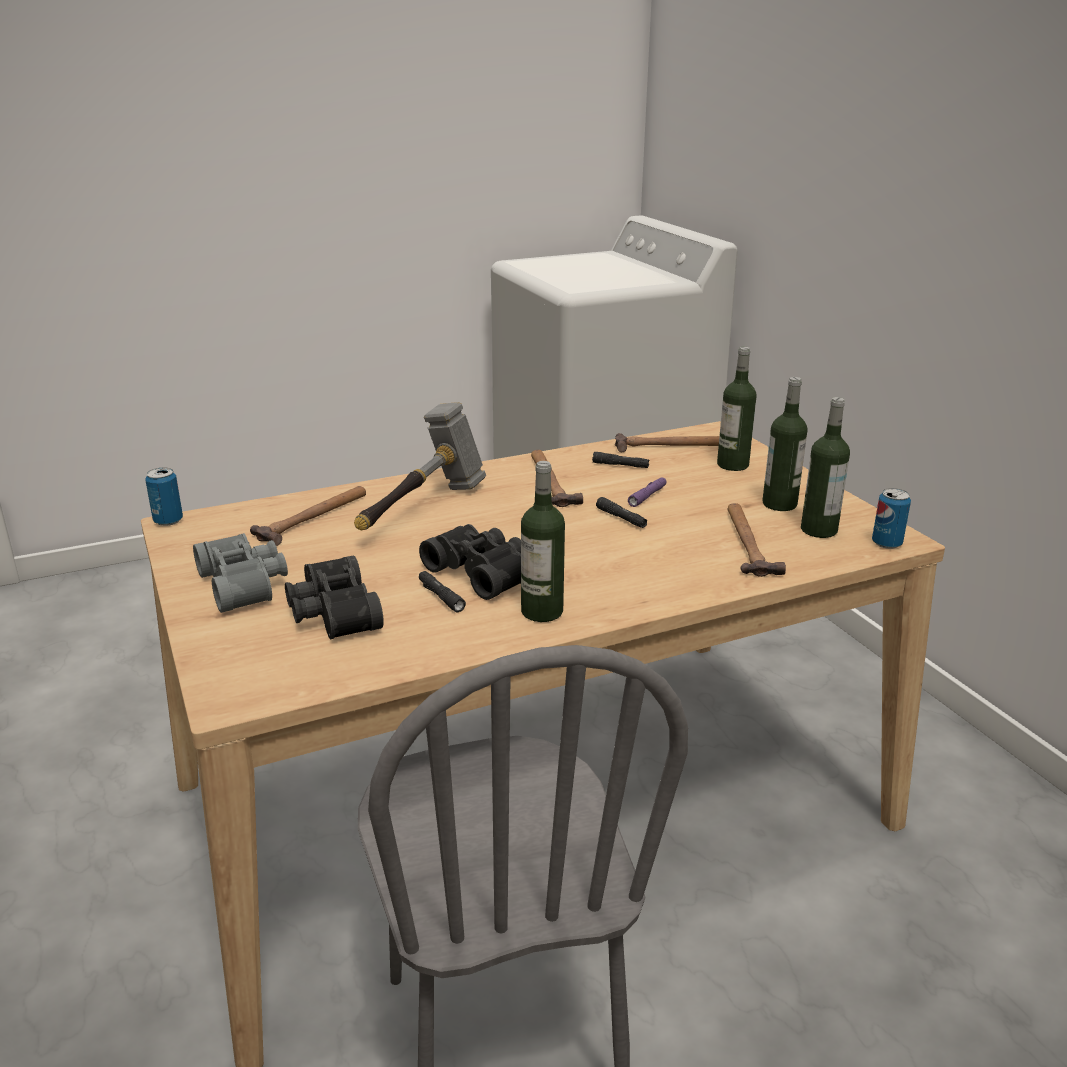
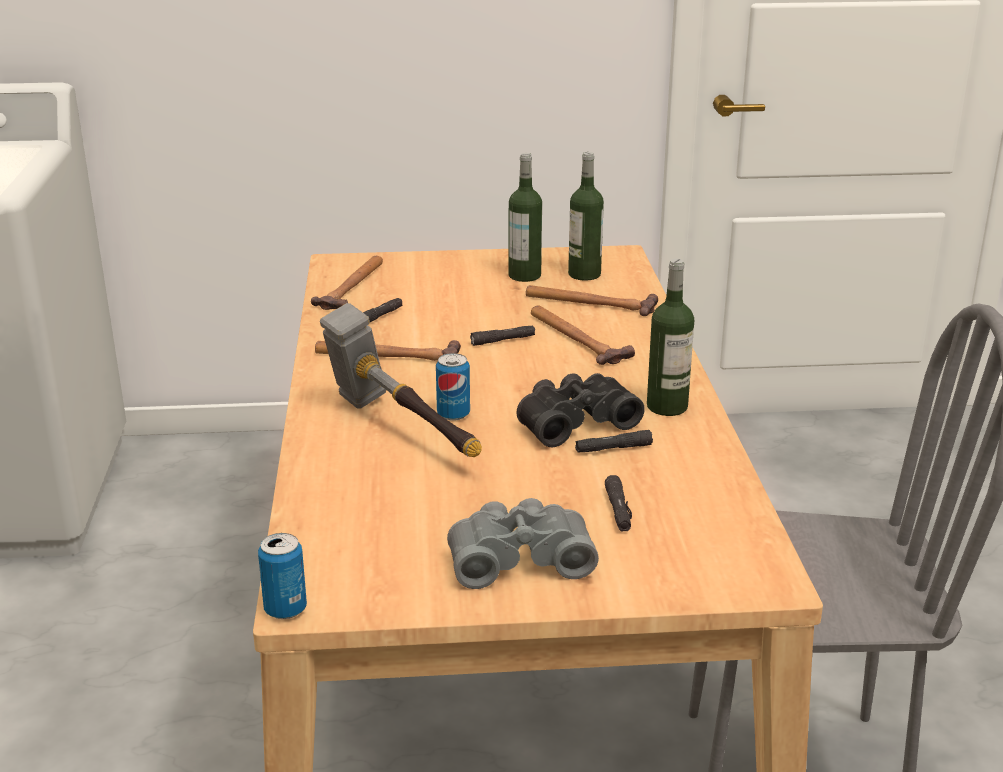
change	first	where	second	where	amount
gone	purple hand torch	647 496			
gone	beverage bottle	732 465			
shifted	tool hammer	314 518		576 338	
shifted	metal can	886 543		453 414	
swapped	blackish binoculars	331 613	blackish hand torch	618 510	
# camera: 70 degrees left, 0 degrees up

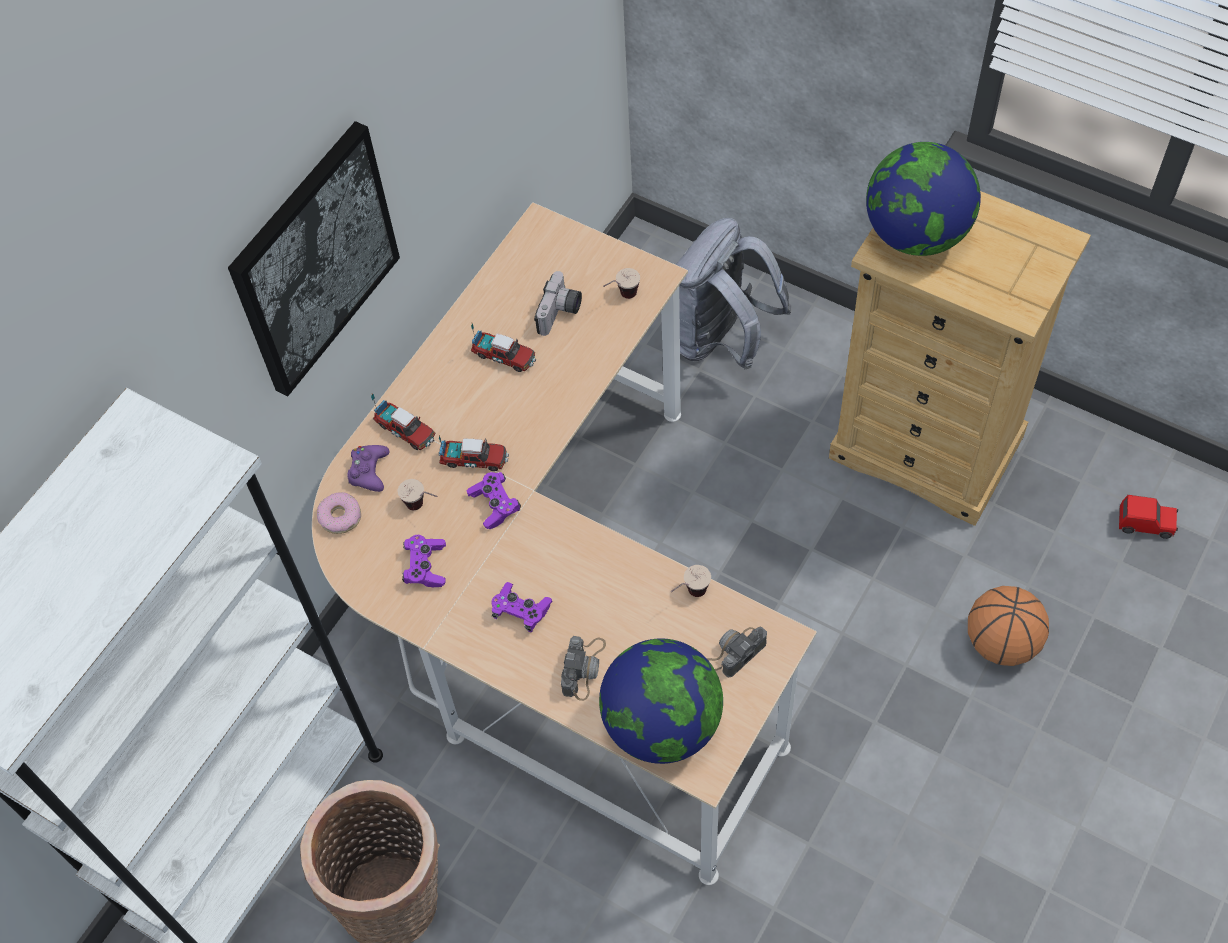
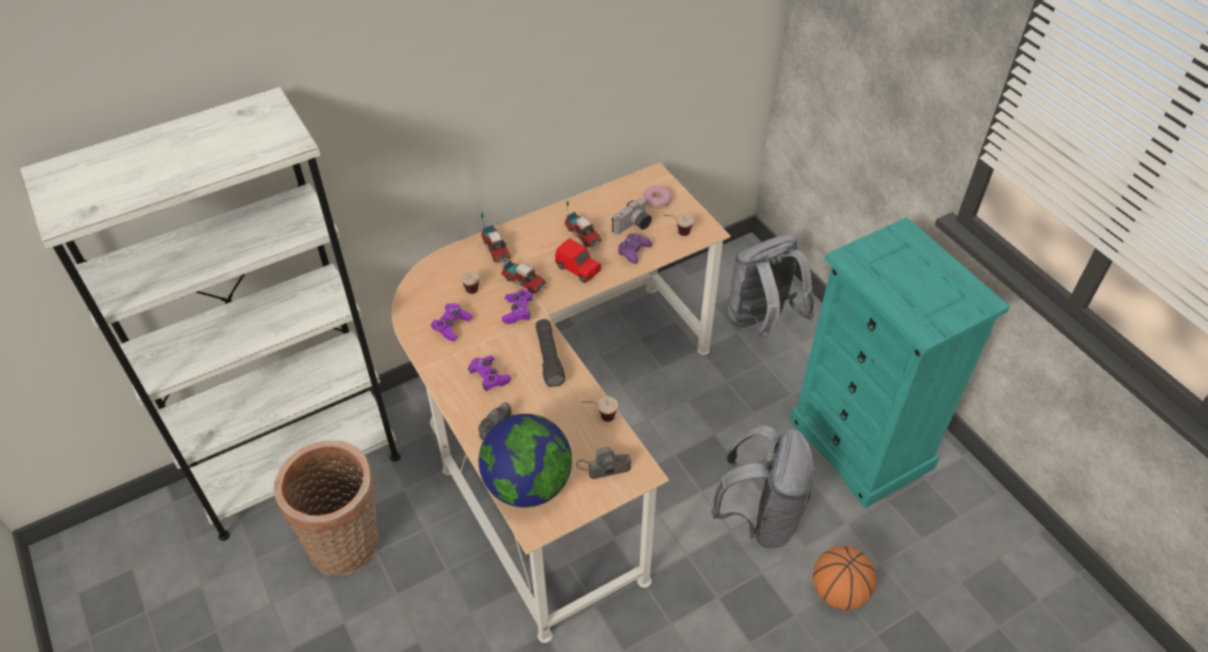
change	first	where	second	where	amount
gone	wall art	314 259			
gone	world globe	916 234			
new			blackish hand torch	549 358	
new			greyish knapsack	761 517	
shifted	ring doughnut	340 517		657 200	
shifted	purple joypad	369 471		633 251	
shifted	reddish toy car	1145 524		578 269	
repainted	beige chest of drawers	927 447	turquoise-coloured chest of drawers	861 444	
# camera: 25 degrees right, 10 degrees down

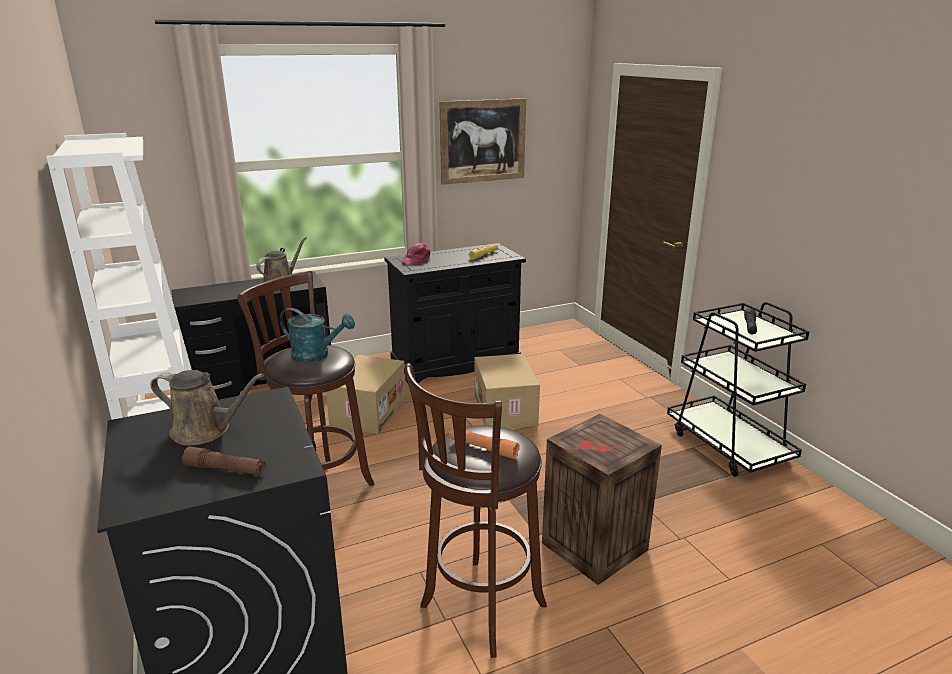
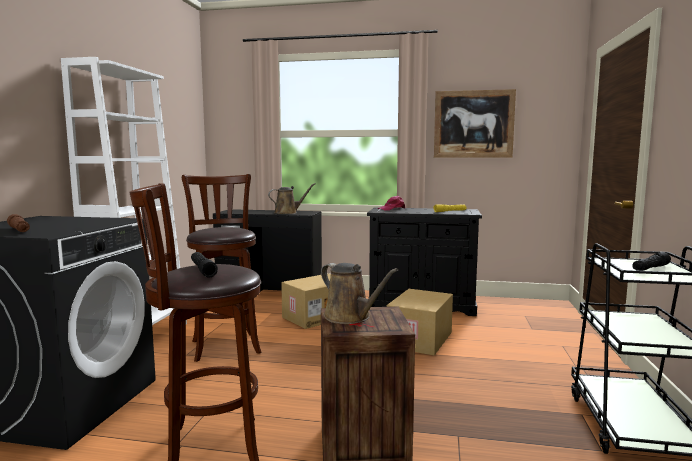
change	first	where	second	where	amount
gone	turquoise-coloured watering can	317 356			
shifted	brown-coloured watering can	205 431		350 317	
repainted	orange hand torch	483 448	blackish hand torch	203 270	
# camera: 35 degrees right, 15 degrees down

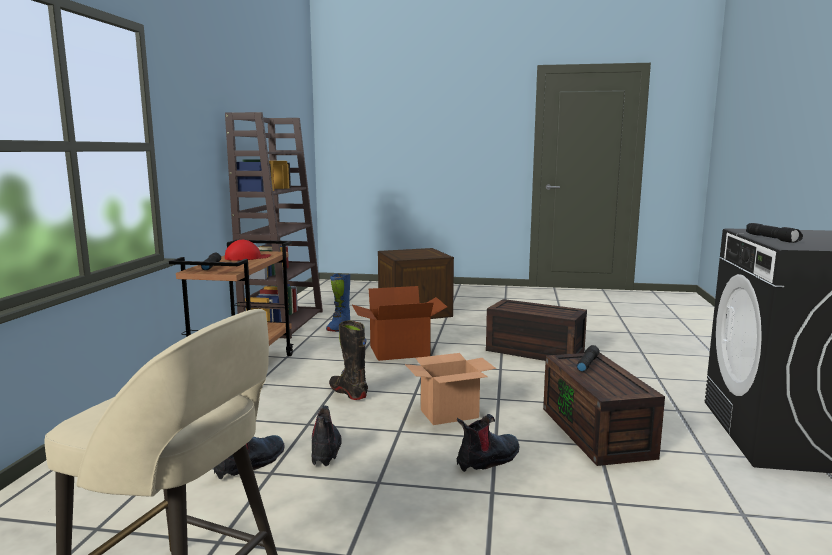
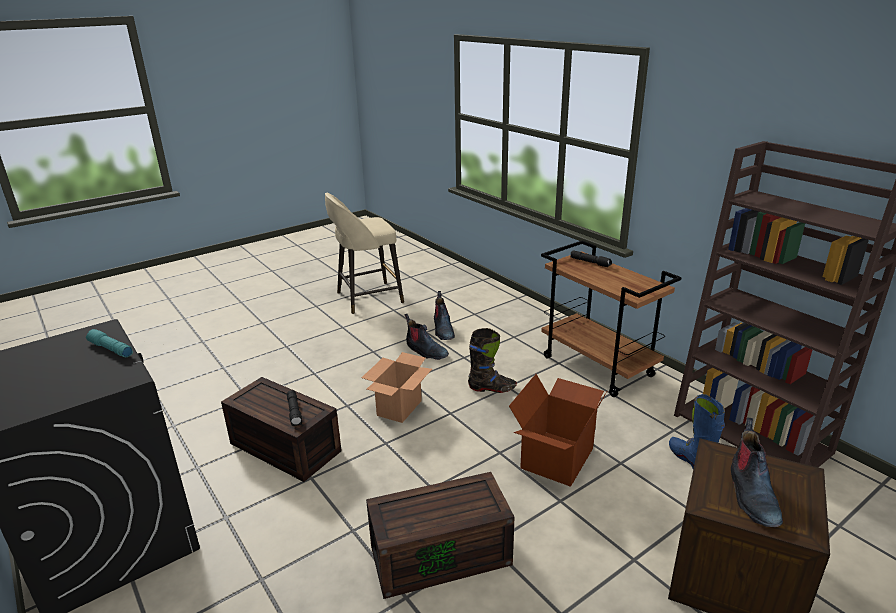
change	first	where	second	where	amount
gone	reddish peaked cap	247 257			
shifted	tall boot	488 460		751 495	
repainted	blackish hand torch	772 239	turquoise-coloured hand torch	110 349	
# camera: 135 degrees right, 15 degrees up

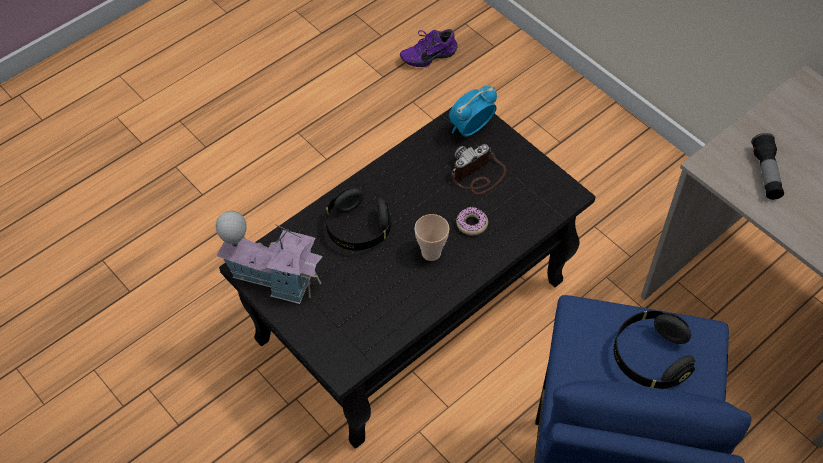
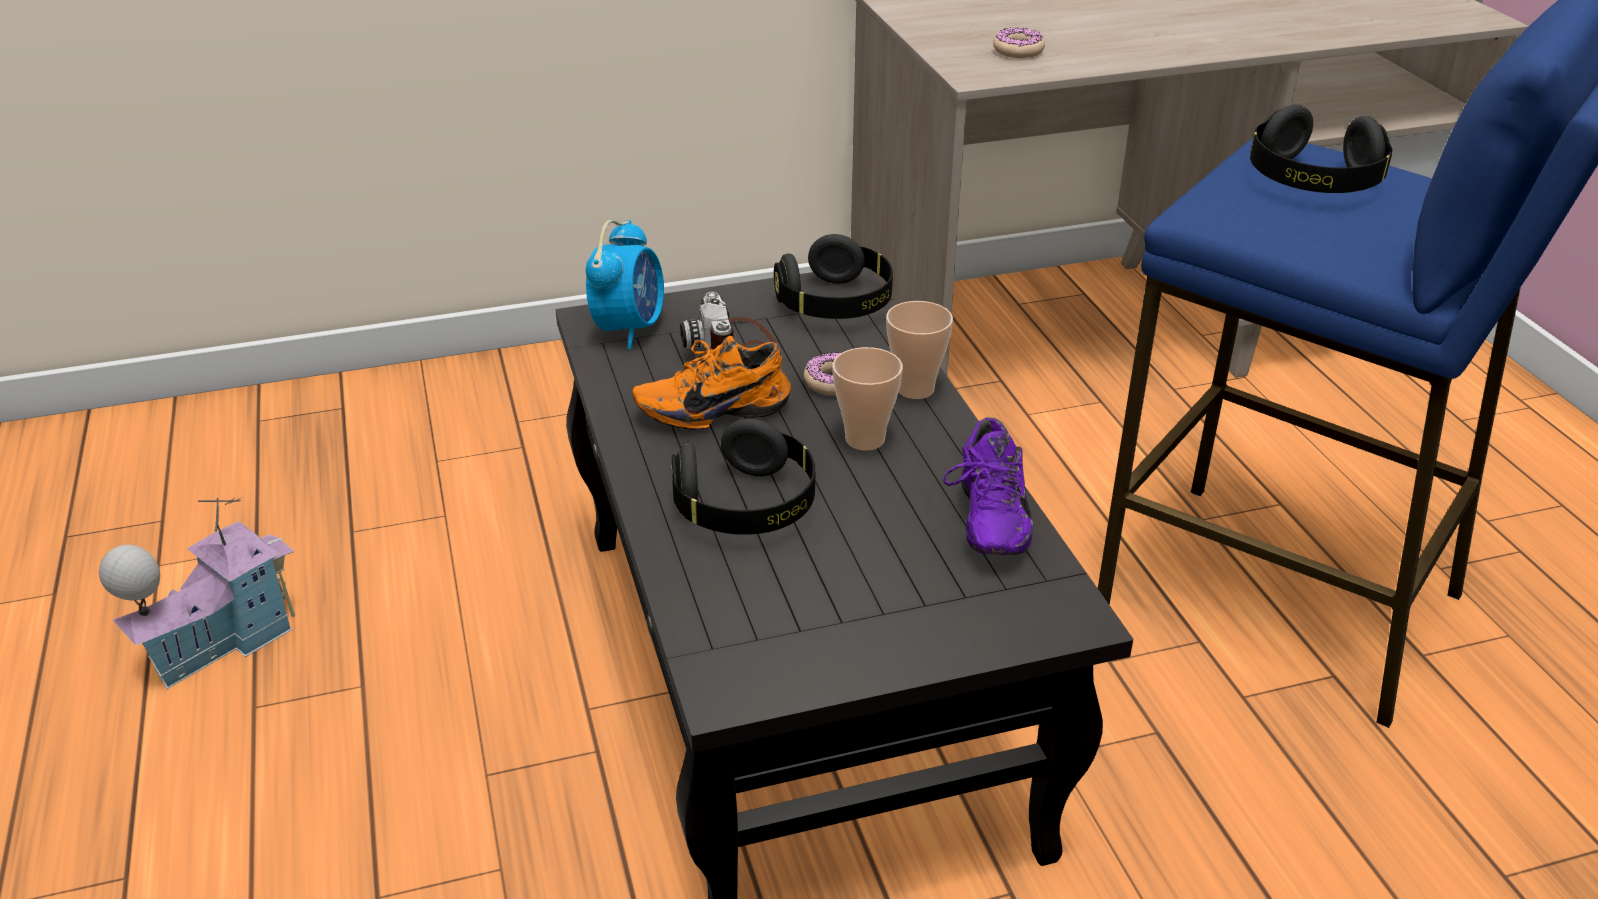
change	first	where	second	where	amount
new			orange shoe	712 409	
new			blackish headset	835 304	
new			cup	915 389	
shifted	model house	275 278		221 642	
shifted	purple shoe	428 55		985 520	
swapped	hand torch	765 173	ring doughnut	1018 51	
rotated	bedside clock	470 128		630 328	150 degrees counterclockwise
# camera: 65 degrees left, 20 degrees down

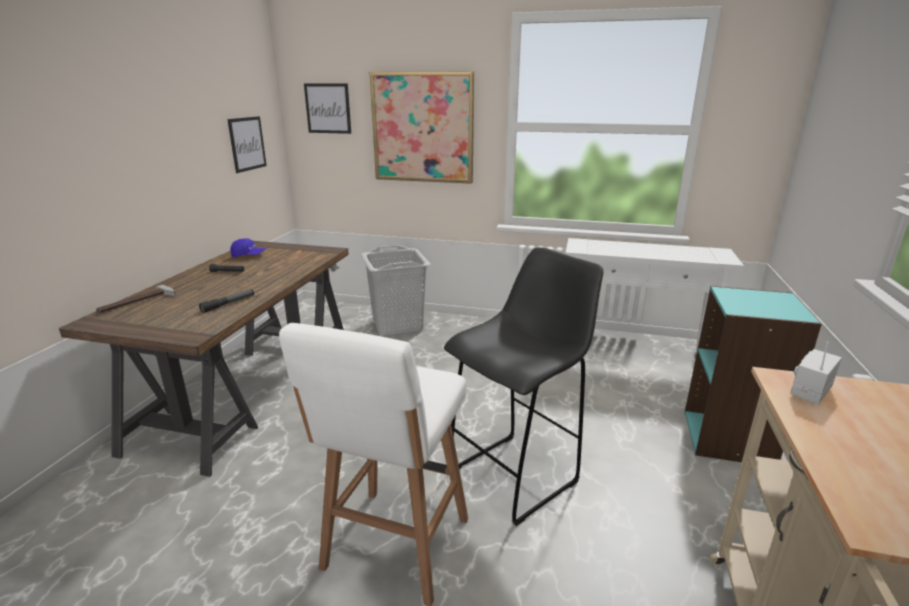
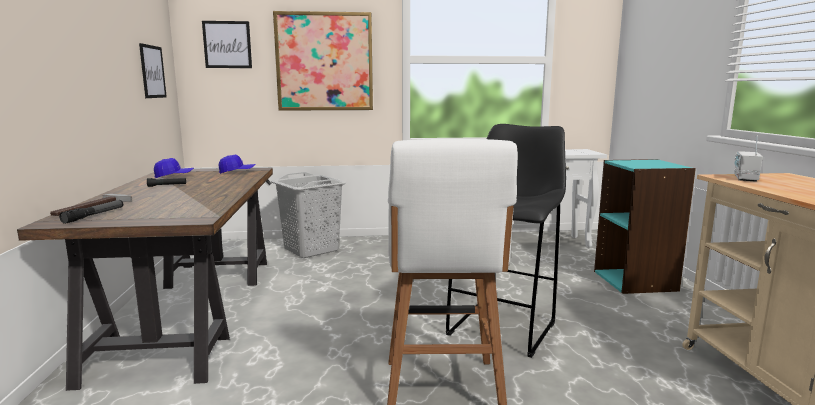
change	first	where	second	where	amount
new			blue-coloured peaked cap	237 172	
shifted	hand torch	228 304		94 215	
# camera: 20 degrees left, 10 degrees down

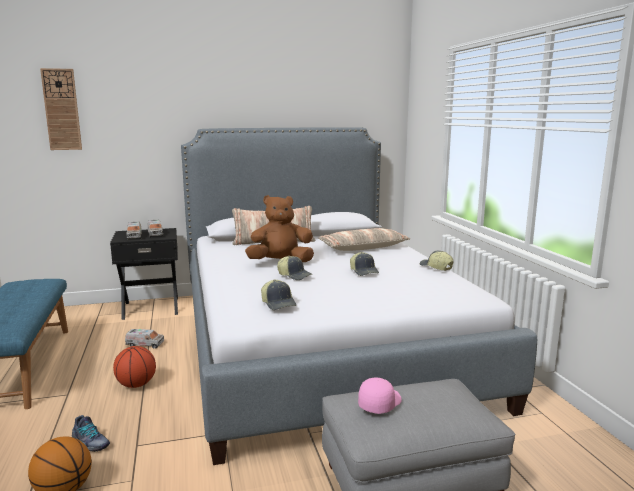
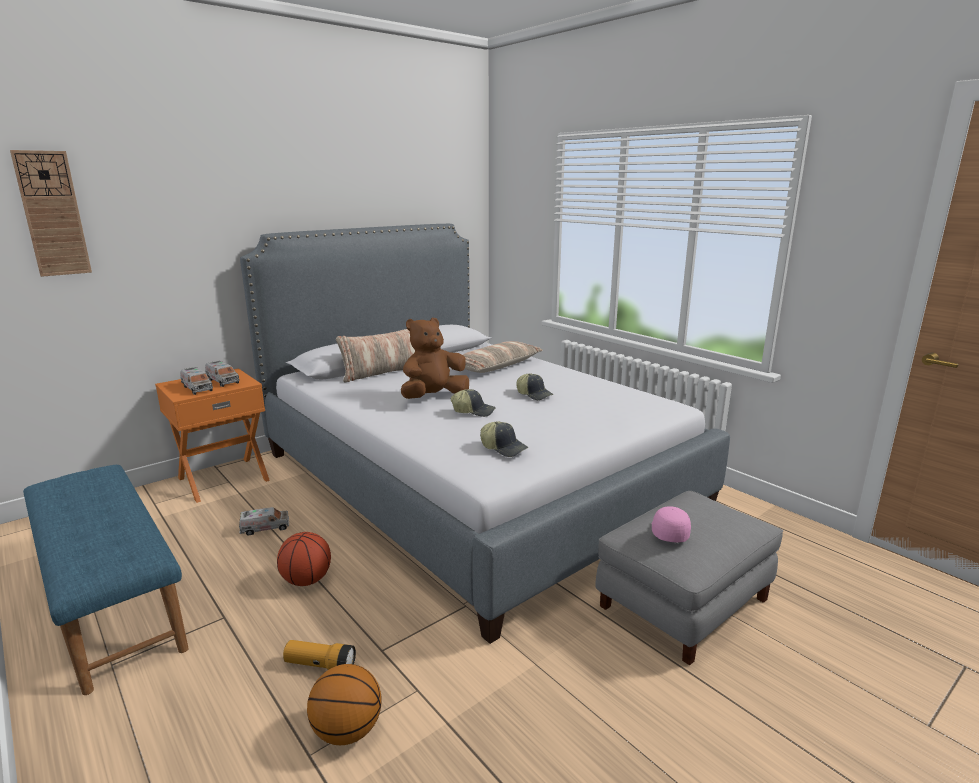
change	first	where	second	where	amount
gone	peaked cap	435 267			
swapped	shoe	90 442	hand torch	320 665	
repainted	blackish bedside table	151 308	orange bedside table	223 478	
# camera: 25 degrees left, 5 degrees up

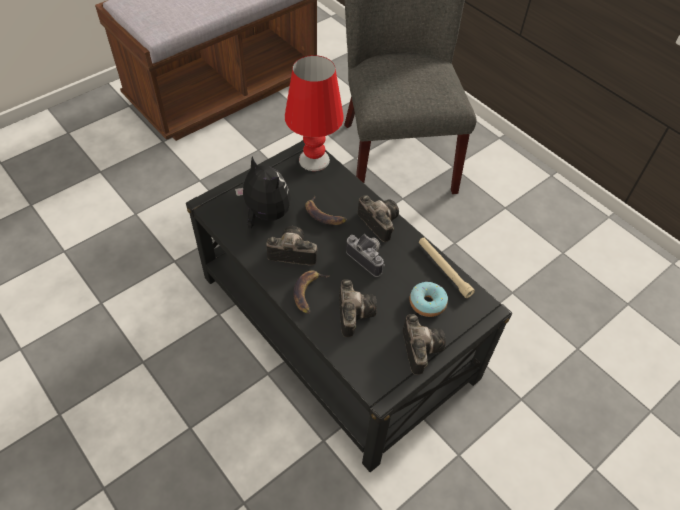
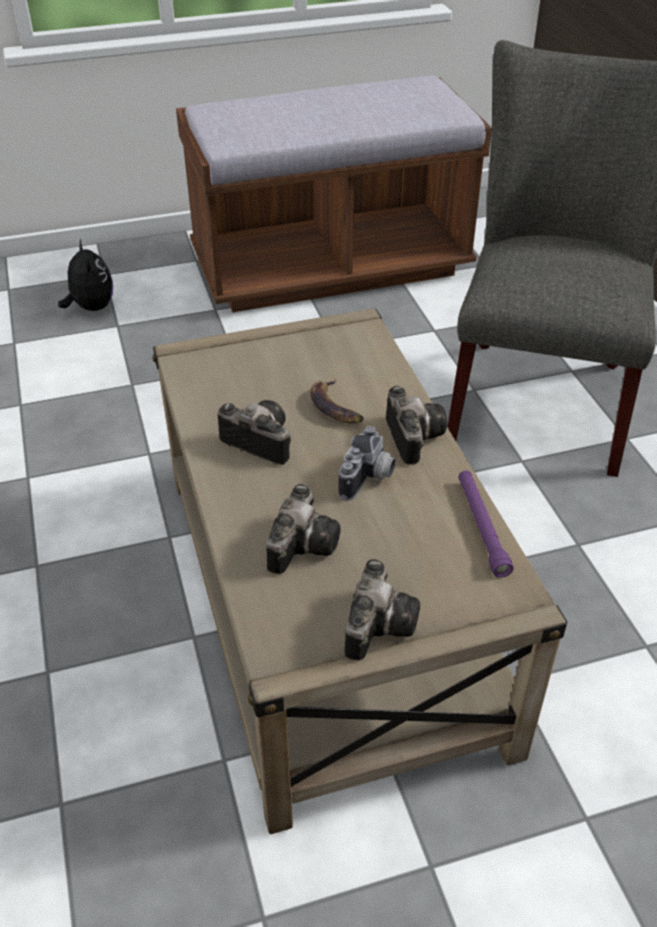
change	first	where	second	where	amount
gone	reddish table lamp	313 160			
gone	banana	308 293			
gone	ring doughnut	427 303			
shifted	plush toy	265 214		91 307	
repainted	blackish low table	336 326	beige low table	328 605	
repainted	beige hand torch	444 269	purple hand torch	481 527	
rotated	still camera	368 258		369 479	45 degrees clockwise
# camera: 25 degrees right, 10 degrees down

